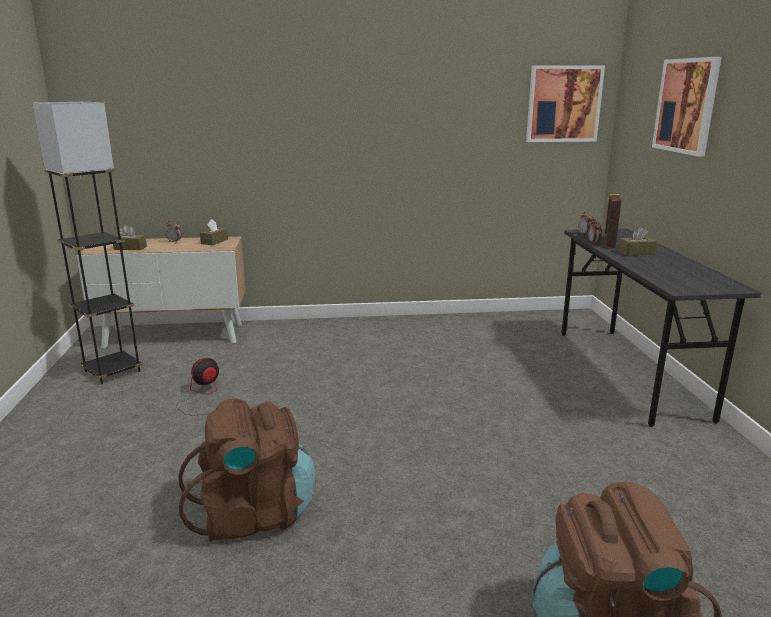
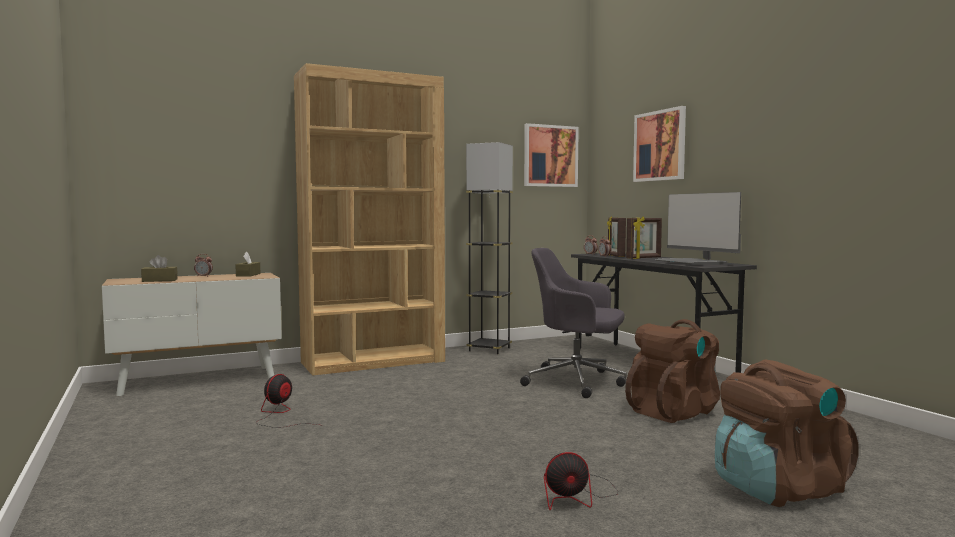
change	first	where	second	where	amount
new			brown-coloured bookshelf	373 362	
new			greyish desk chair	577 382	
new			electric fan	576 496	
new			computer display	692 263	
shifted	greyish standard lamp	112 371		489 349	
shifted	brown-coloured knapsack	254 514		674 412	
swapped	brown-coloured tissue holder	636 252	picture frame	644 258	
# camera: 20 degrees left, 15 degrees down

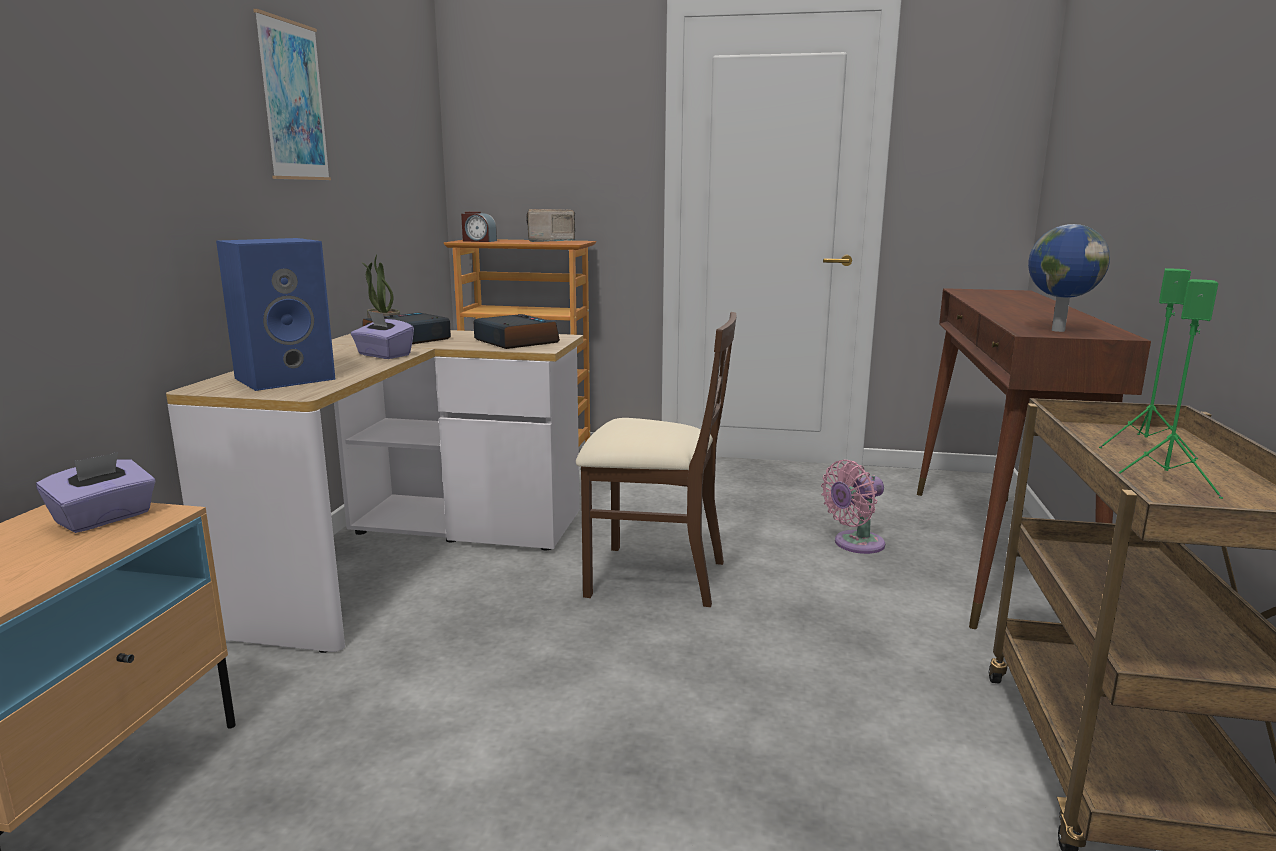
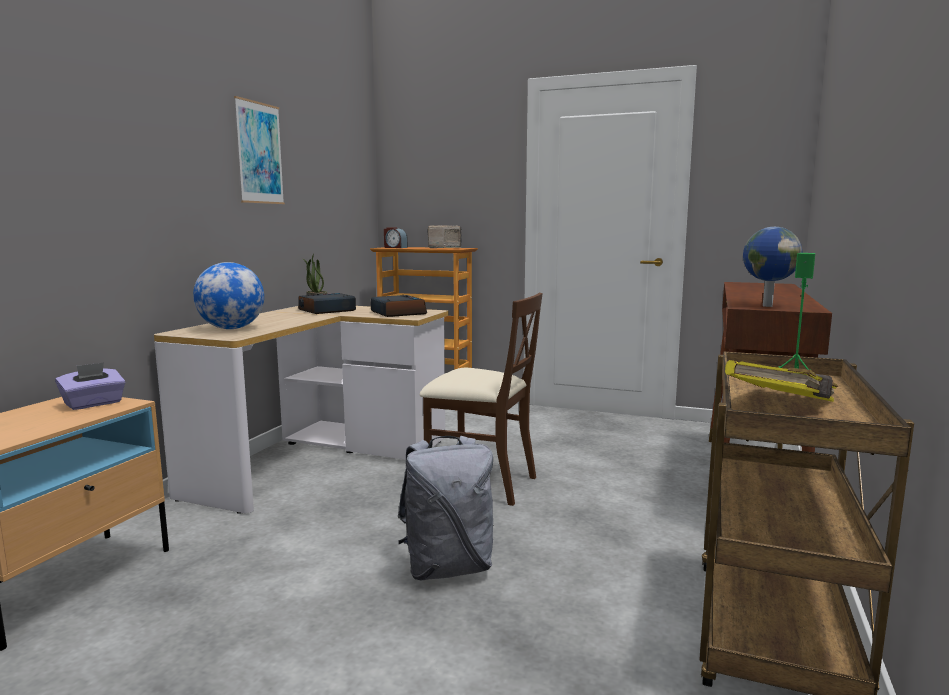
change	first	where	second	where	amount
gone	purple tissue holder	383 355			
gone	pinkish electric fan	855 544			
new			greyish knapsack	448 567	
swapped	blue-coloured speaker	286 378	world globe	231 329	
swapped	green-coloured speaker	1165 481	yellow book	783 405	
# camera: 10 degrees right, 5 degrees down

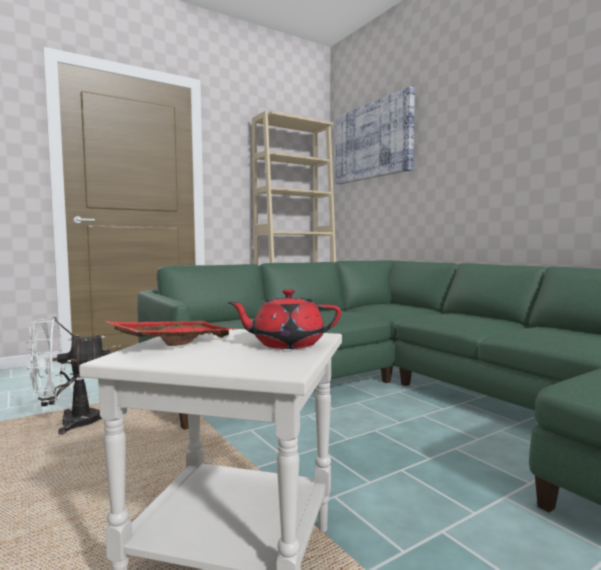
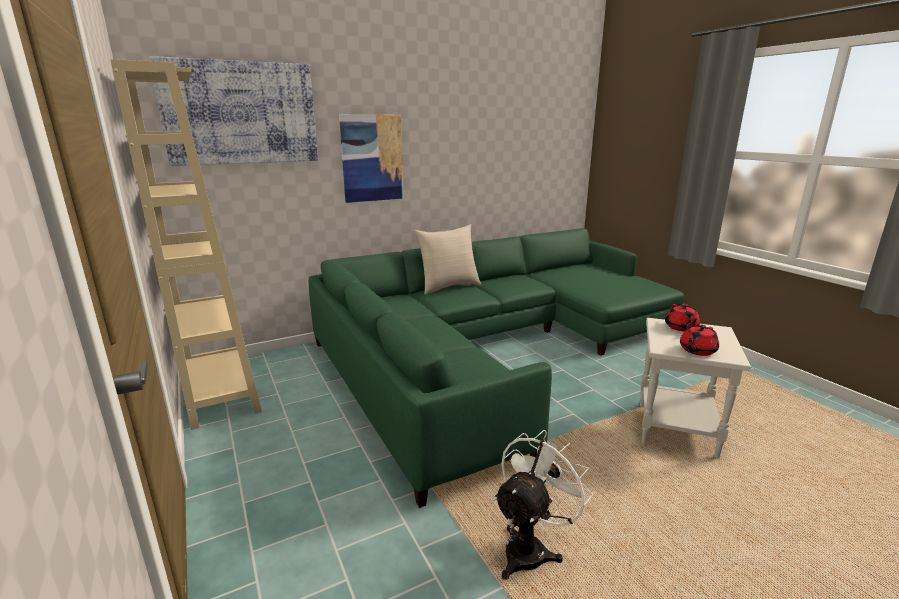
change	first	where	second	where	amount
new			wall art	372 158	
new			beige throw pillow	448 286	
swapped	reddish serving tray	173 342	reddish teapot	697 350	
rotated	white-coloured electric fan	69 424		531 548	120 degrees counterclockwise
# camera: 85 degrees left, 15 degrees up

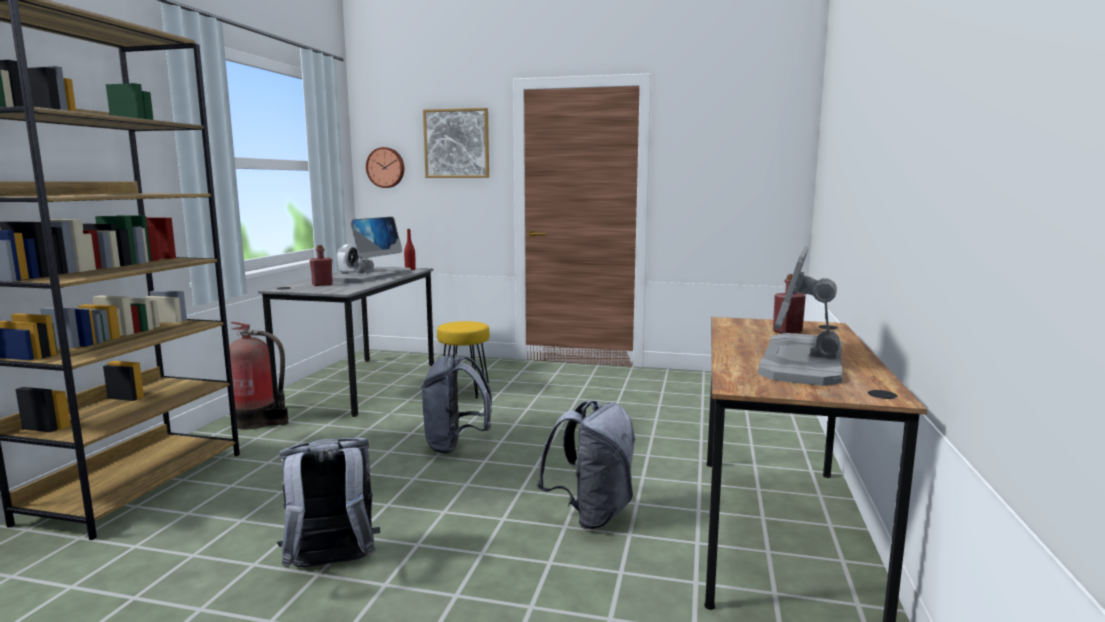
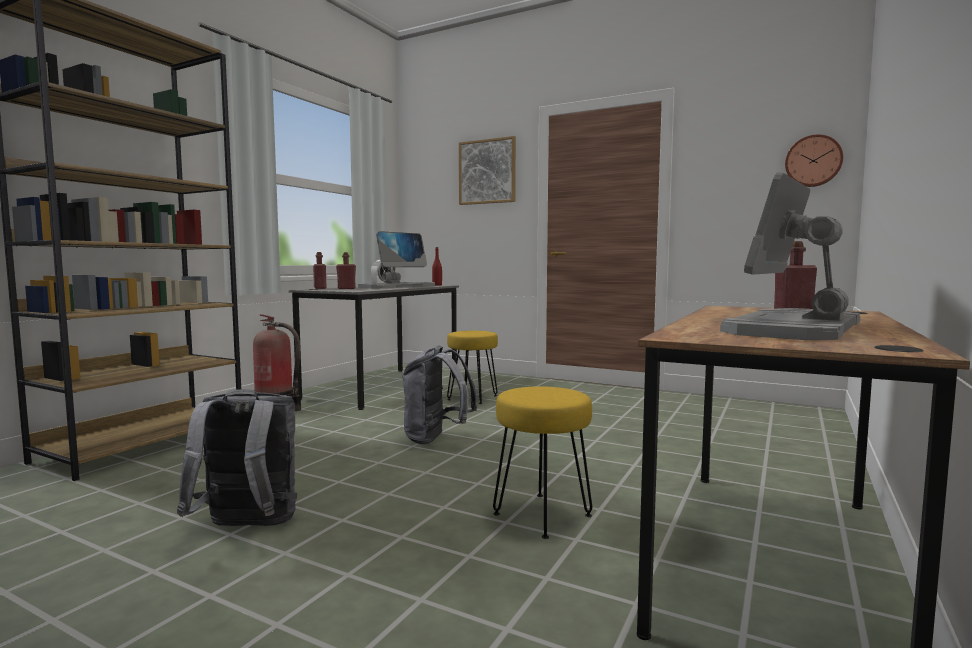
change	first	where	second	where	amount
new			reddish beverage bottle	320 288	
shifted	wall clock	386 167		813 161	
swapped	greyish knapsack	591 514	yellow stool seat	542 514	
# camera: 15 degrees right, 5 degrees down

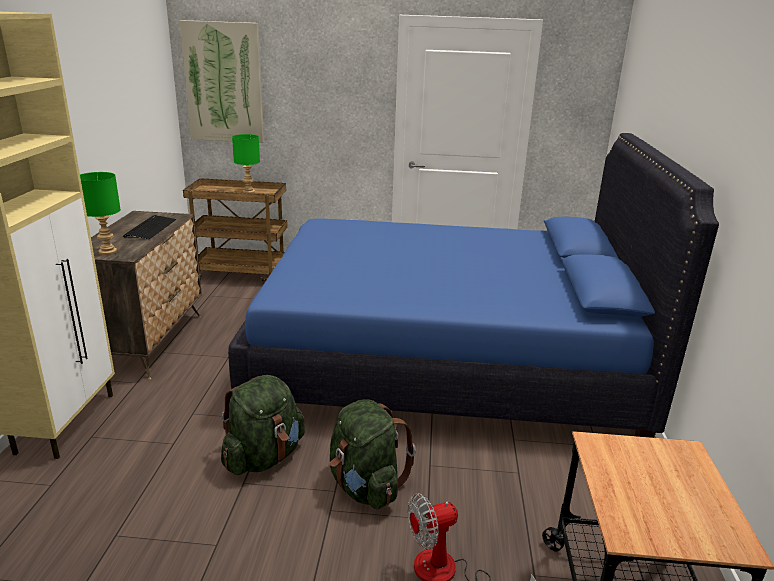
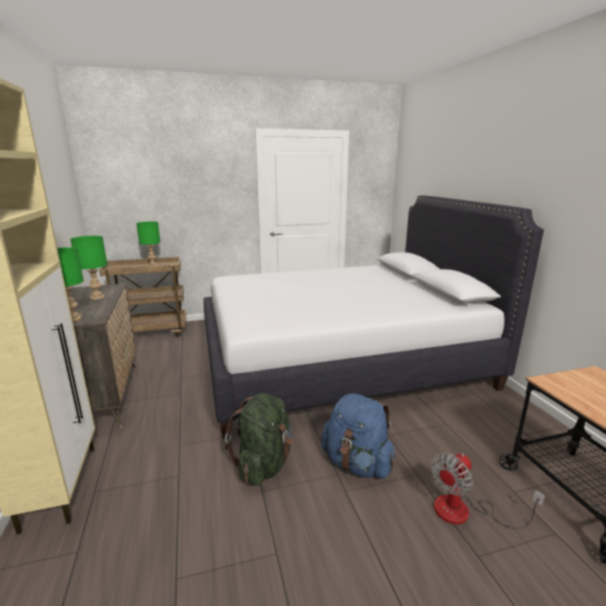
change	first	where	second	where	amount
gone	wall art	224 83			
swapped	PC keyboard	150 228	green-coloured table lamp	97 297	
repainted	blue-coloured bedroom bed	442 360	white-coloured bedroom bed	340 362	
repainted	green-coloured knapsack	365 487	blue-coloured knapsack	357 464	
# camera: 20 degrees left, 5 degrees down

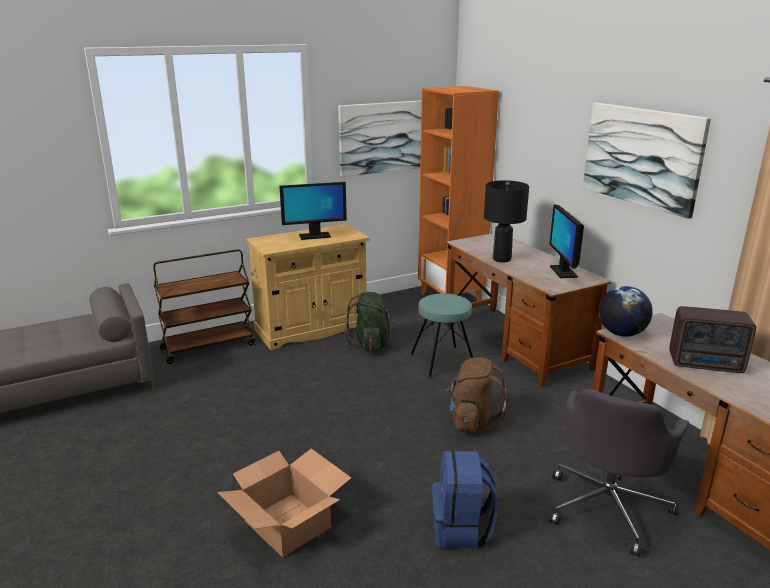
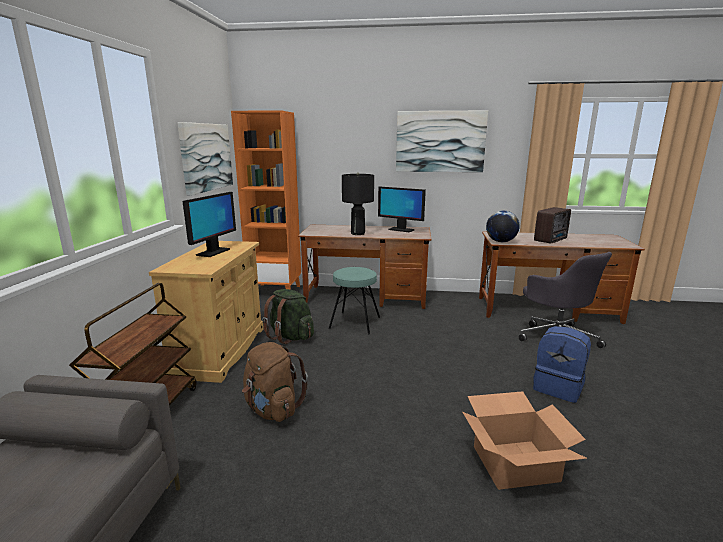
change	first	where	second	where	amount
shifted	brown-coloured knapsack	472 421		272 409	
# camera: 55 degrees left, 5 degrees down

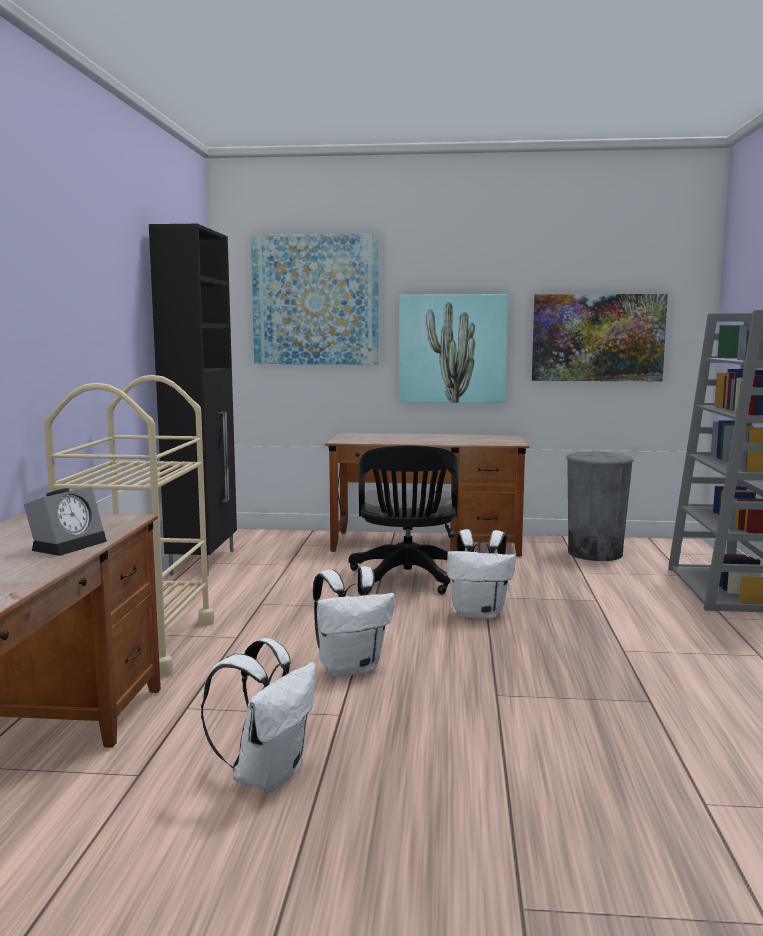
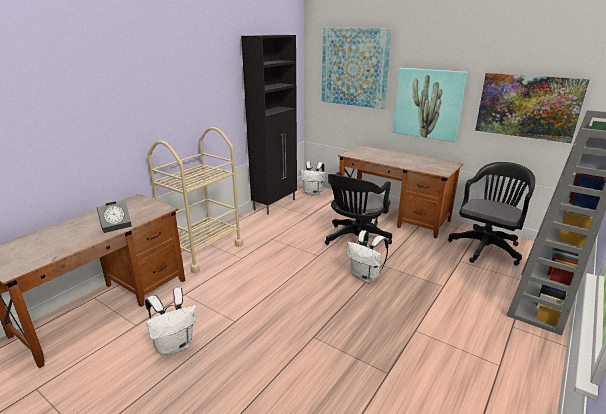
change	first	where	second	where	amount
shifted	white-coloured knapsack	350 668		313 192	
swapped	greyish trash can	595 553	blackish desk chair	486 247	
# camera: 30 degrees right, 15 degrees up

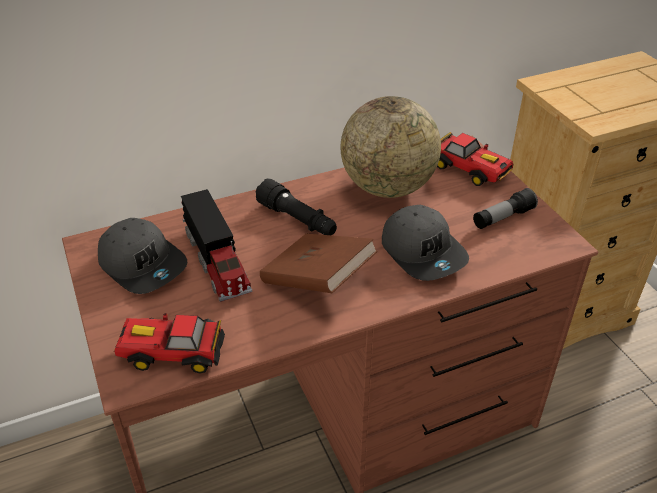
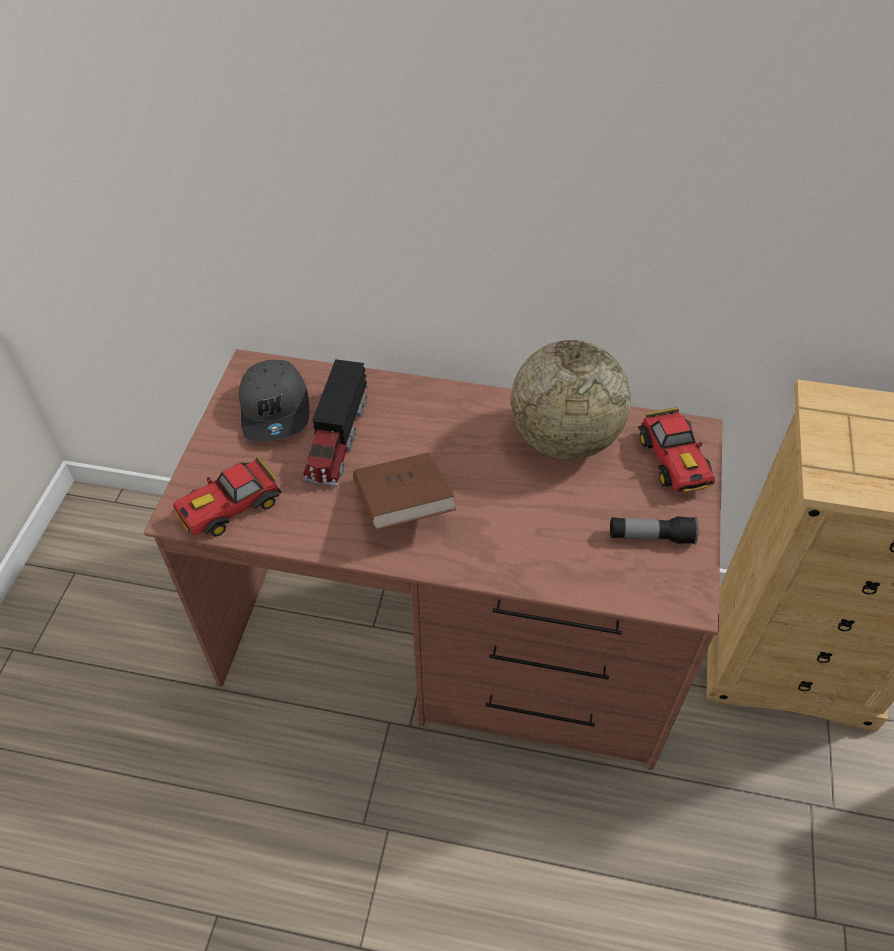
change	first	where	second	where	amount
gone	blackish hand torch	298 220			
gone	greyish peaked cap	423 252			
rotated	toy car	171 352		229 508	75 degrees counterclockwise
# camera: 35 degrees right, 10 degrees up

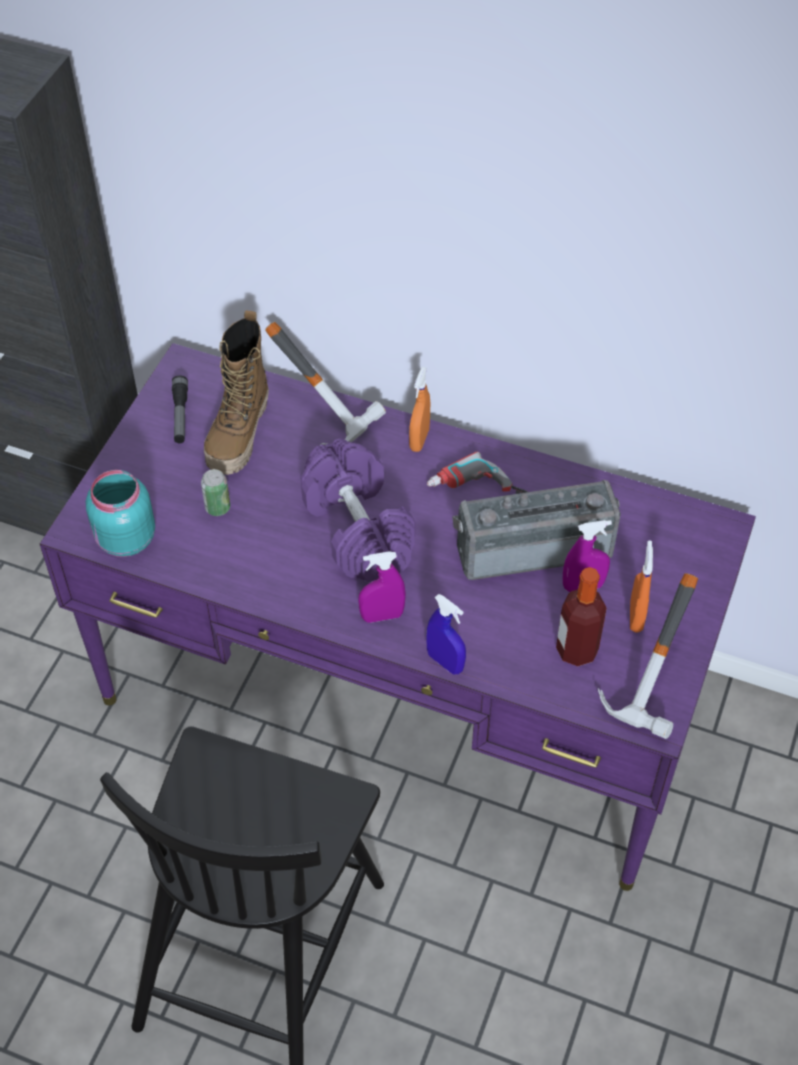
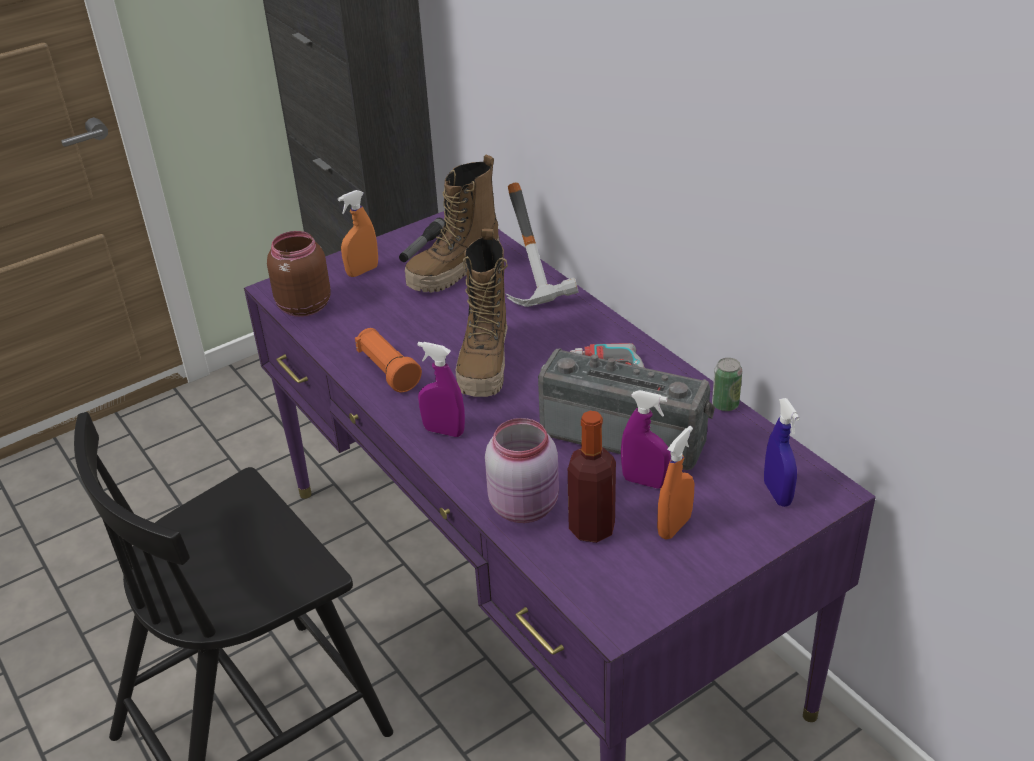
change	first	where	second	where	amount
gone	tool hammer	661 688			
new			orange hand torch	388 371	
new			pinkish preserve jar	526 506	
shifted	metal can	217 507		725 404	
shifted	orange hand sprayer	419 439		362 271	
shifted	blue-coloured hand sprayer	445 662		777 494	
swapped	purple hand weight	359 529	tall boot	485 365	
repainted	turquoise-coloured preserve jar	124 540	brown-coloured preserve jar	302 306	
# camera: 35 degrees right, 15 degrees down

